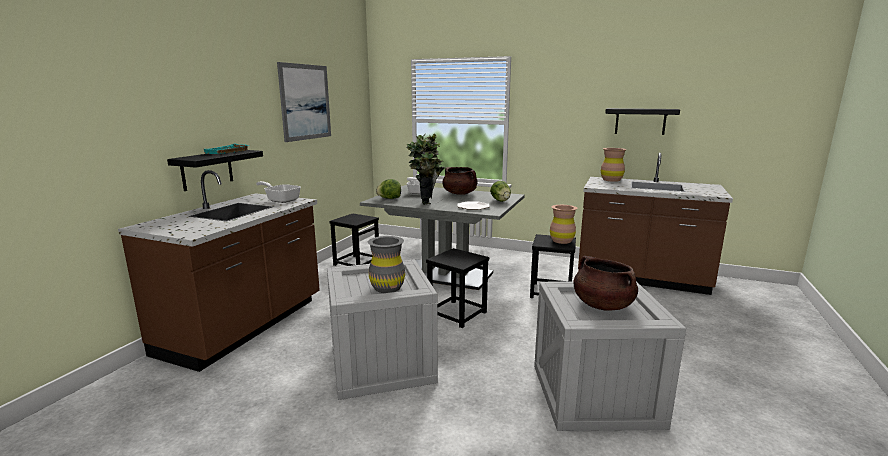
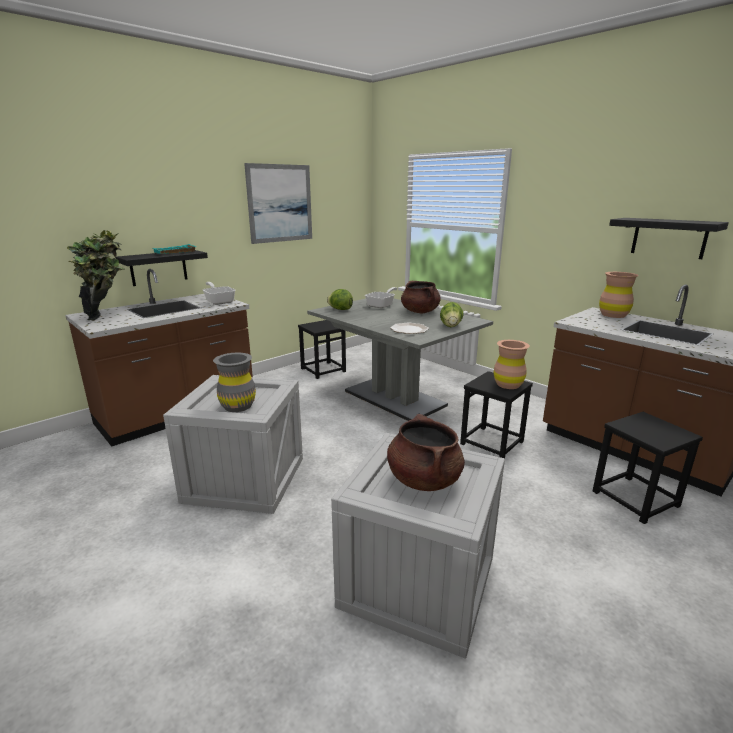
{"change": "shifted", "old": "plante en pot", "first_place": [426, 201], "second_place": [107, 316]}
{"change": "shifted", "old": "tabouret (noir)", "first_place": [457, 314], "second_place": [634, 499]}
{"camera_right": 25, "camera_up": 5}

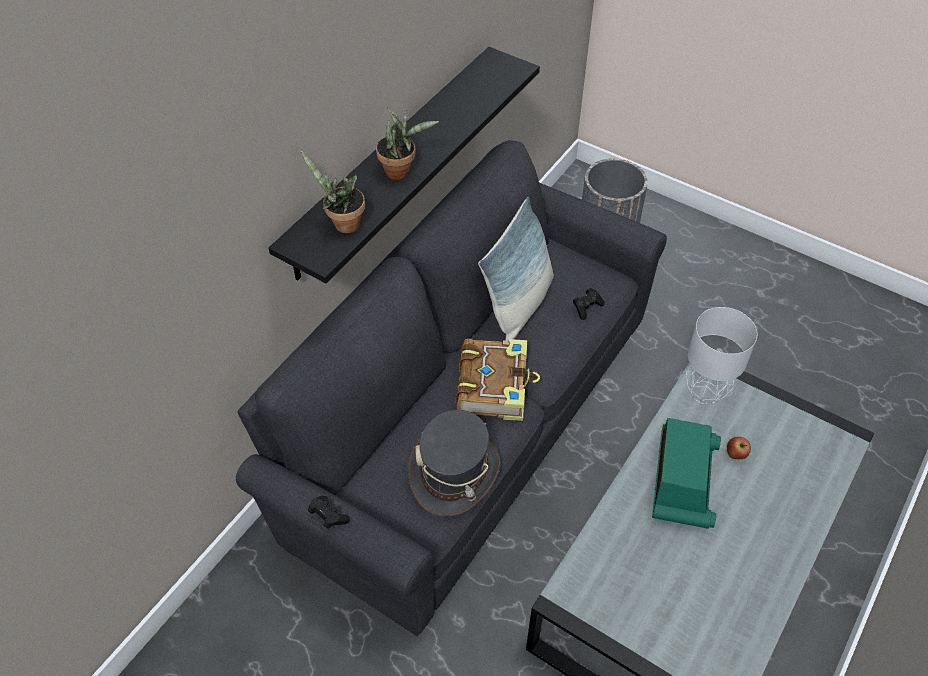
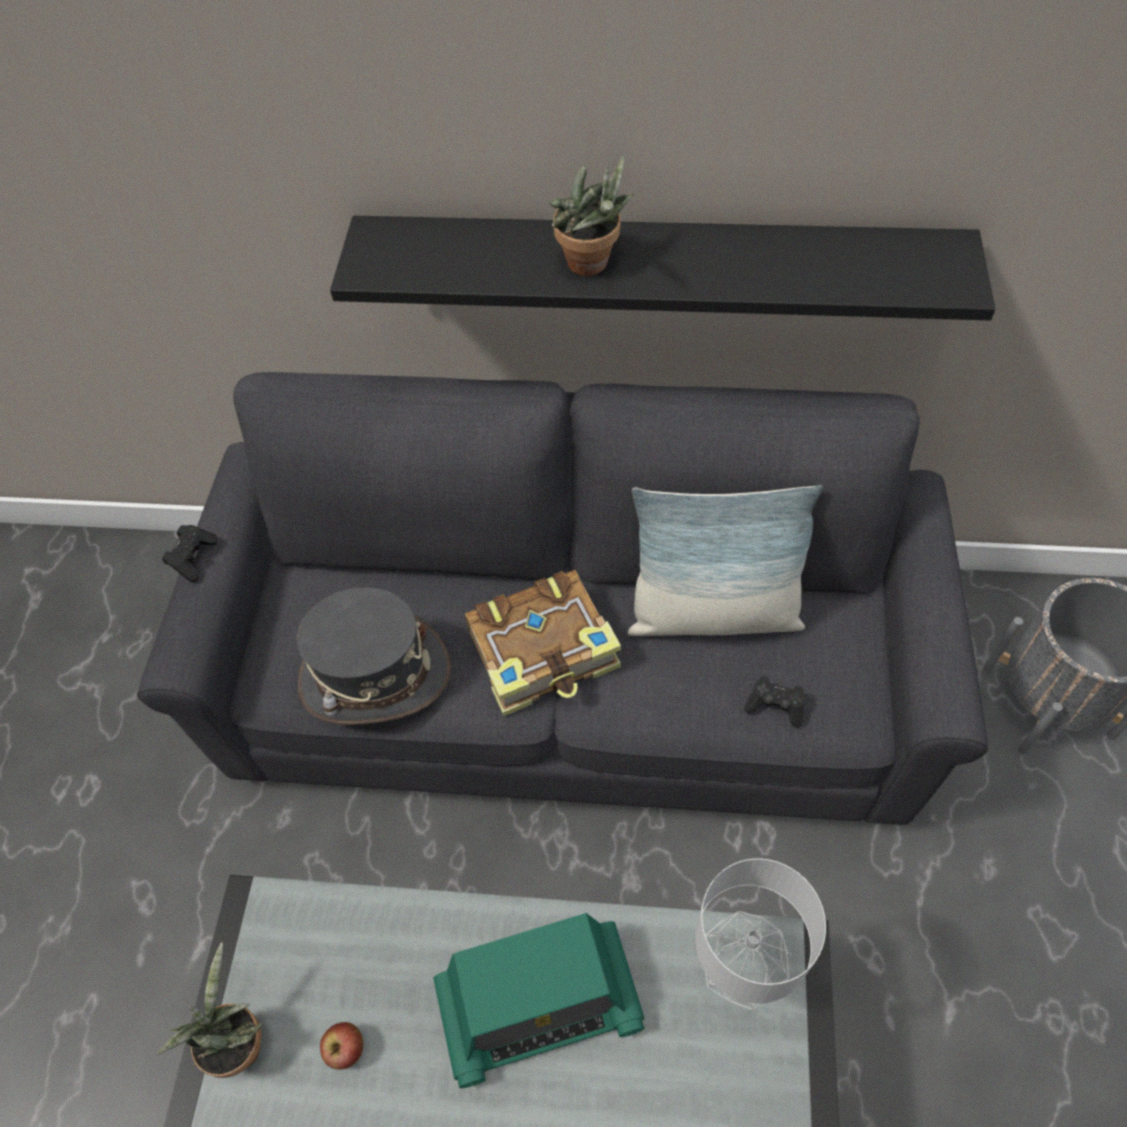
{"change": "shifted", "old": "plante en pot", "first_place": [343, 224], "second_place": [239, 1041]}
{"change": "shifted", "old": "pomme", "first_place": [735, 455], "second_place": [347, 1049]}
{"camera_right": 65, "camera_up": 5}

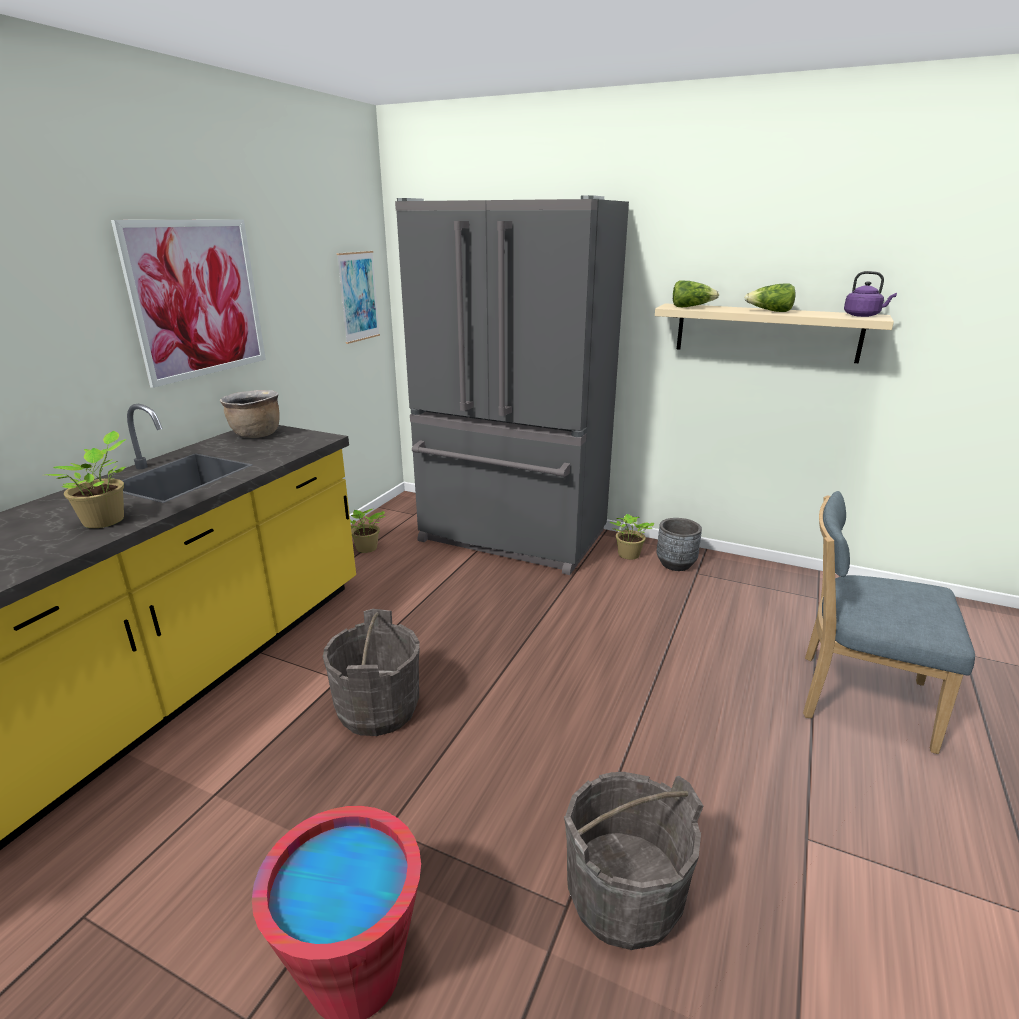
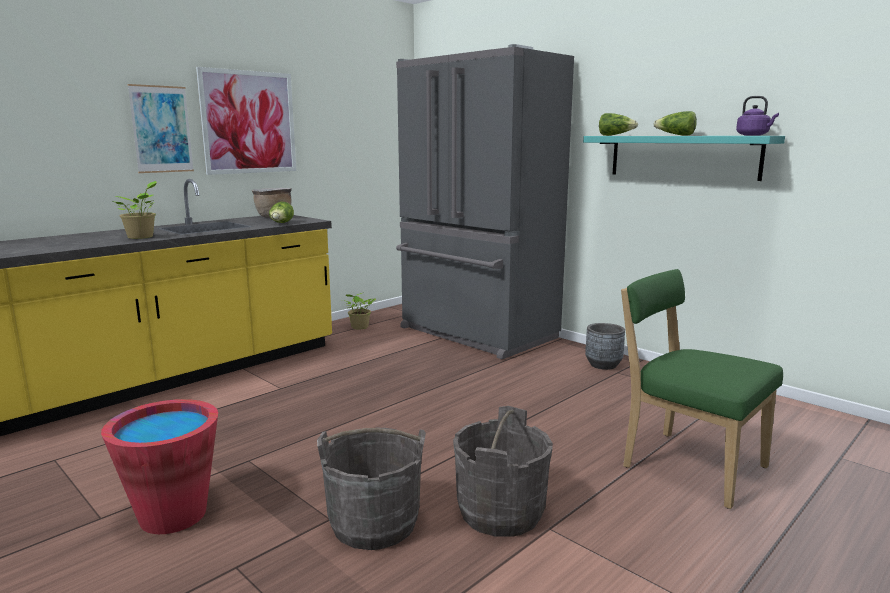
{"change": "shifted", "old": "tableau", "first_place": [358, 296], "second_place": [161, 129]}
{"change": "repainted", "old": "étagère (beige)", "new": "étagère (turquoise)", "first_place": [766, 332], "second_place": [683, 156]}
{"change": "repainted", "old": "chaise (bleu)", "new": "chaise (vert)", "first_place": [856, 698], "second_place": [687, 464]}
{"change": "gone", "old": "plante en pot", "first_place": [628, 555]}
{"change": "shifted", "old": "seau (gris)", "first_place": [377, 709], "second_place": [500, 512]}
{"change": "new", "new": "laitue", "second_place": [281, 223]}
{"camera_right": 20, "camera_up": -10}

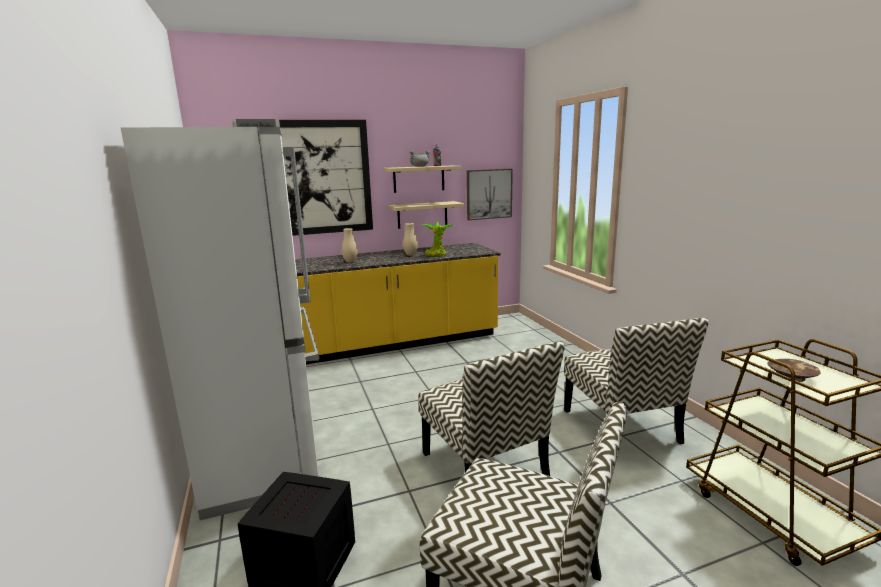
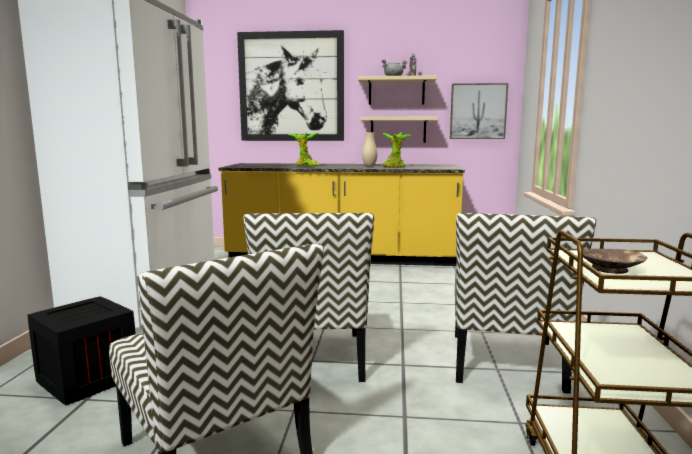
{"change": "swapped", "old": "vase (beige)", "new": "plante en pot", "first_place": [350, 262], "second_place": [305, 166]}
{"camera_right": 25, "camera_up": -5}

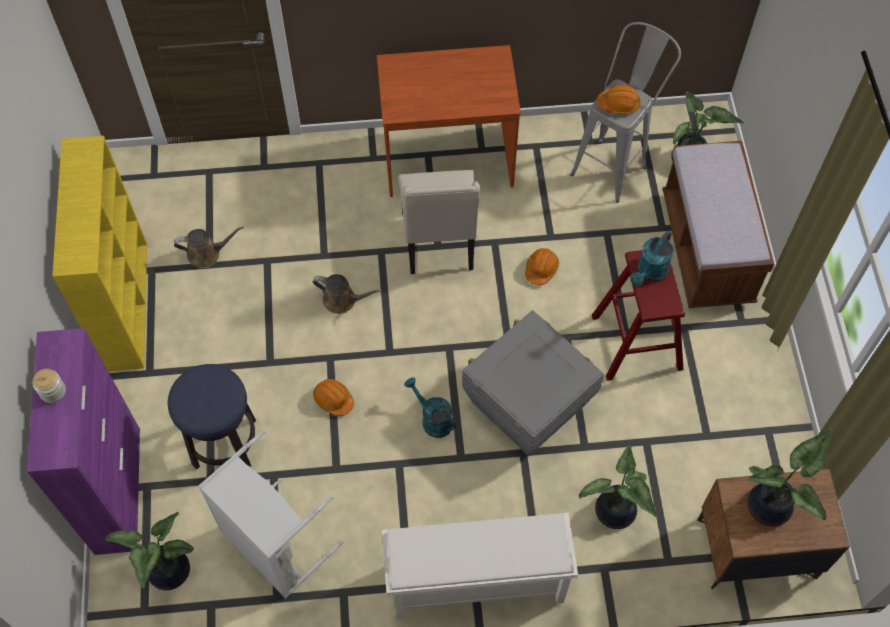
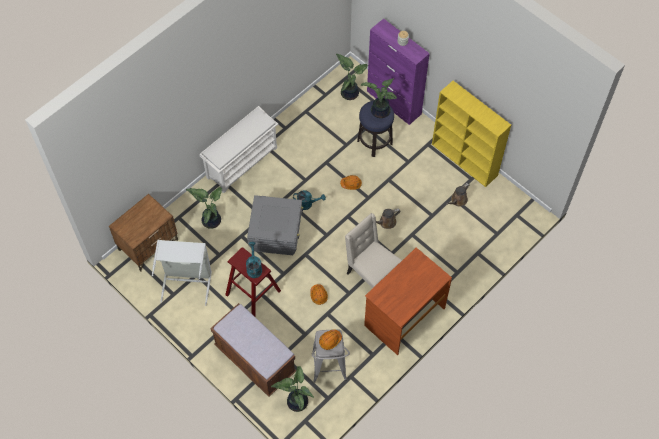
{"change": "shifted", "old": "plante en pot", "first_place": [772, 506], "second_place": [379, 112]}
{"change": "shifted", "old": "panier à linge (gris)", "first_place": [272, 546], "second_place": [187, 281]}
{"camera_right": 140, "camera_up": 0}

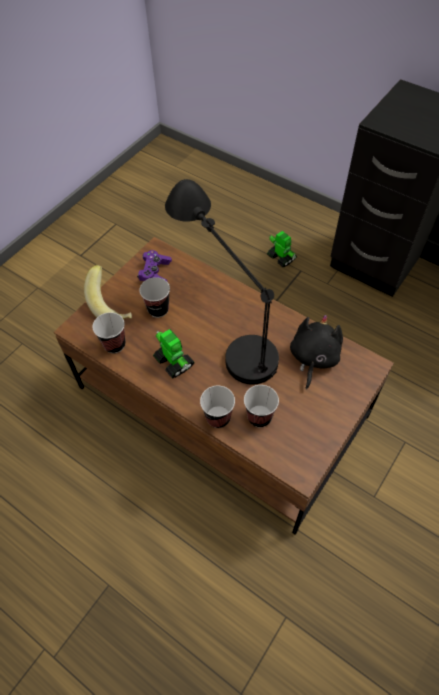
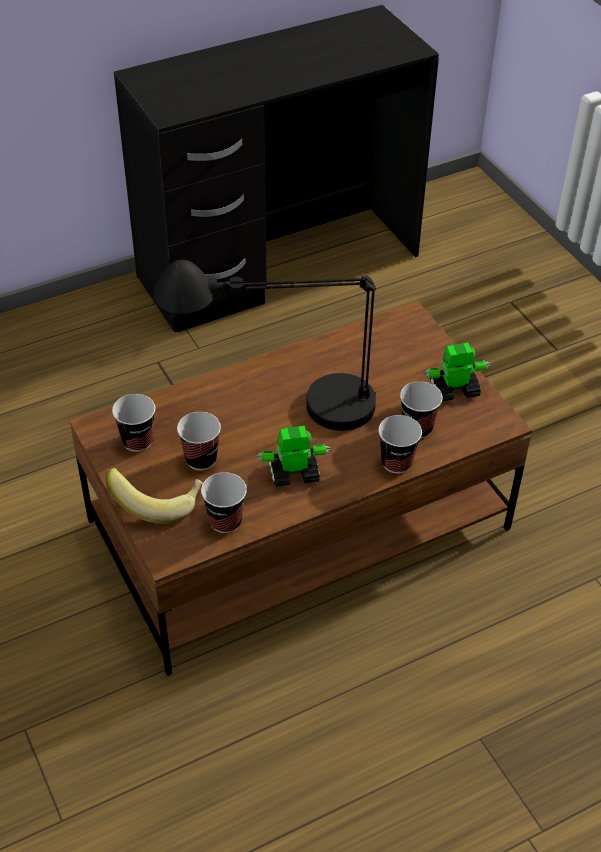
{"change": "shifted", "old": "robot jouet", "first_place": [281, 257], "second_place": [453, 389]}
{"change": "swapped", "old": "manette (violet)", "new": "tasse", "first_place": [155, 273], "second_place": [137, 441]}
{"change": "gone", "old": "peluche (noir)", "first_place": [313, 358]}
{"camera_right": -65, "camera_up": -10}

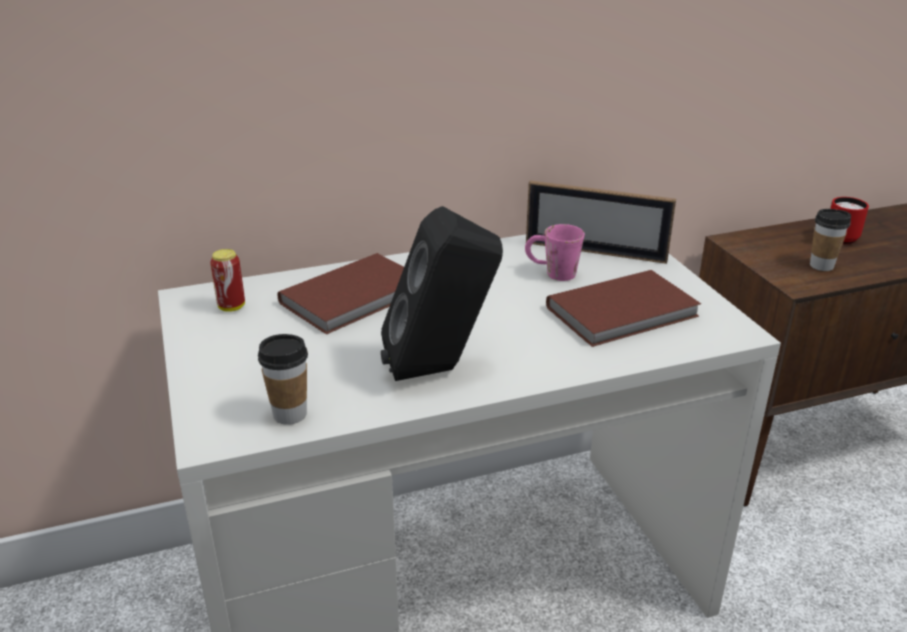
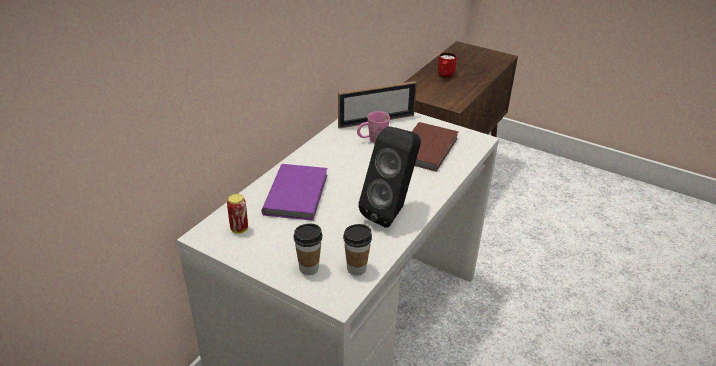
{"change": "shifted", "old": "tasse", "first_place": [821, 266], "second_place": [309, 268]}
{"change": "repainted", "old": "livre (marron)", "new": "livre (violet)", "first_place": [356, 297], "second_place": [298, 193]}
{"camera_right": -40, "camera_up": 5}

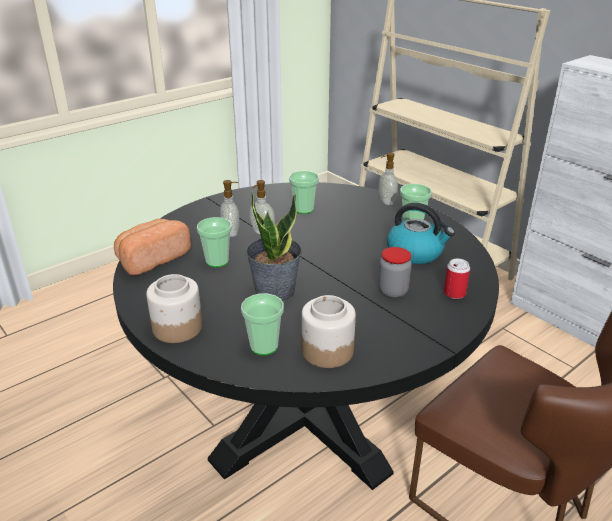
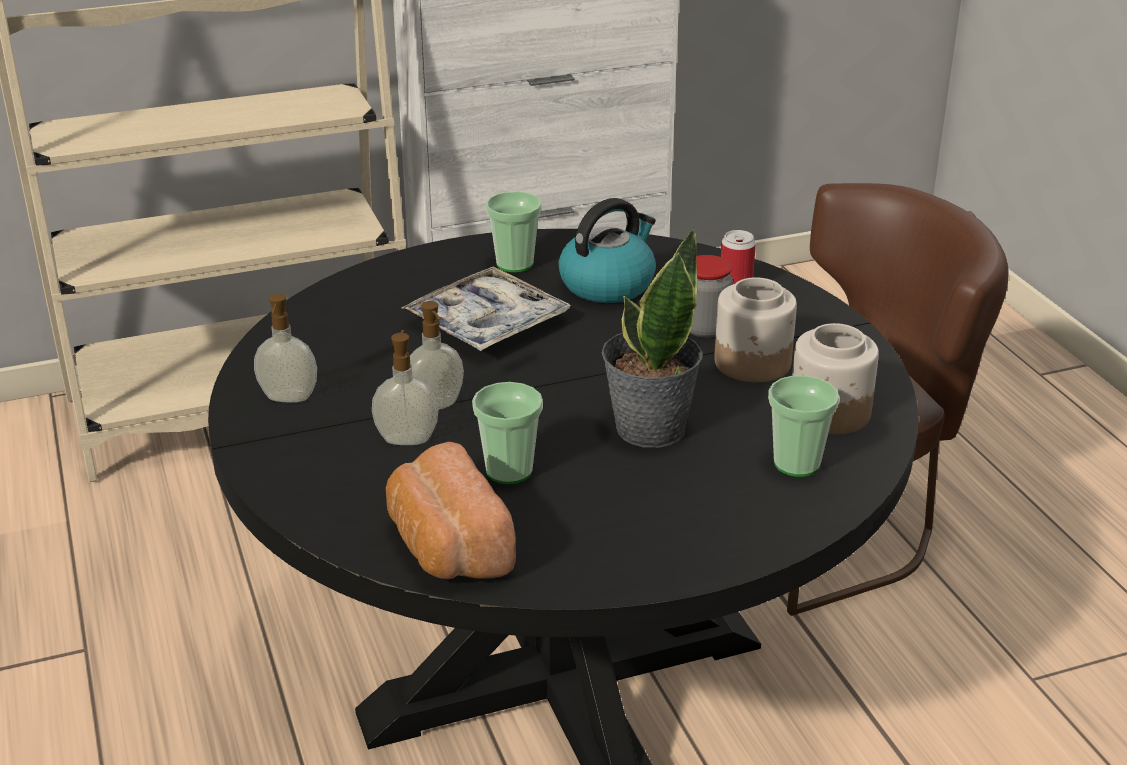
{"change": "shifted", "old": "distributeur de savon", "first_place": [386, 202], "second_place": [288, 398]}
{"change": "gone", "old": "tasse", "first_place": [304, 209]}
{"change": "shifted", "old": "bocal", "first_place": [177, 328], "second_place": [753, 363]}
{"change": "new", "new": "plateau", "second_place": [487, 323]}
{"camera_right": -70, "camera_up": 0}

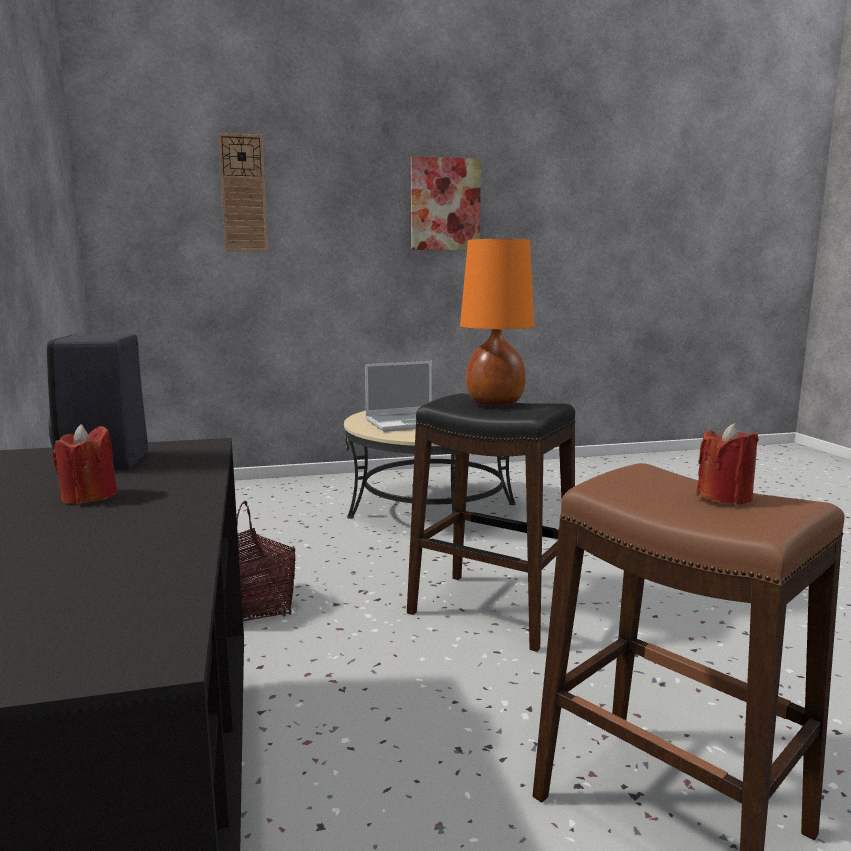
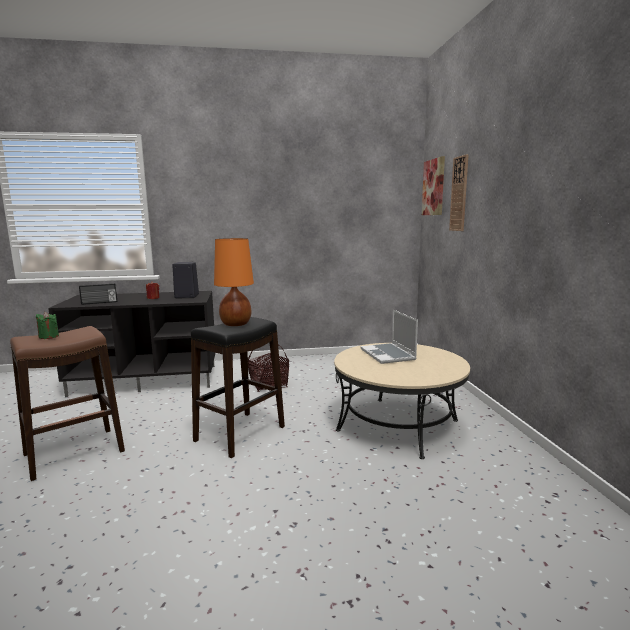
{"change": "shifted", "old": "tableau", "first_place": [445, 204], "second_place": [433, 187]}
{"change": "repainted", "old": "bougie (rouge)", "new": "bougie (vert)", "first_place": [724, 497], "second_place": [49, 336]}
{"change": "new", "new": "radio", "second_place": [99, 302]}
{"camera_right": 95, "camera_up": 0}

